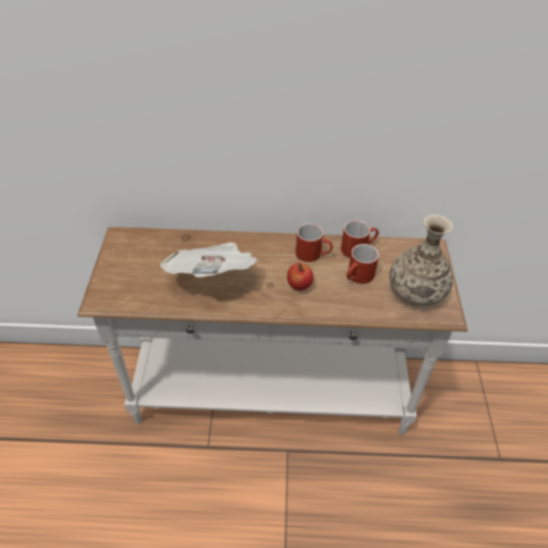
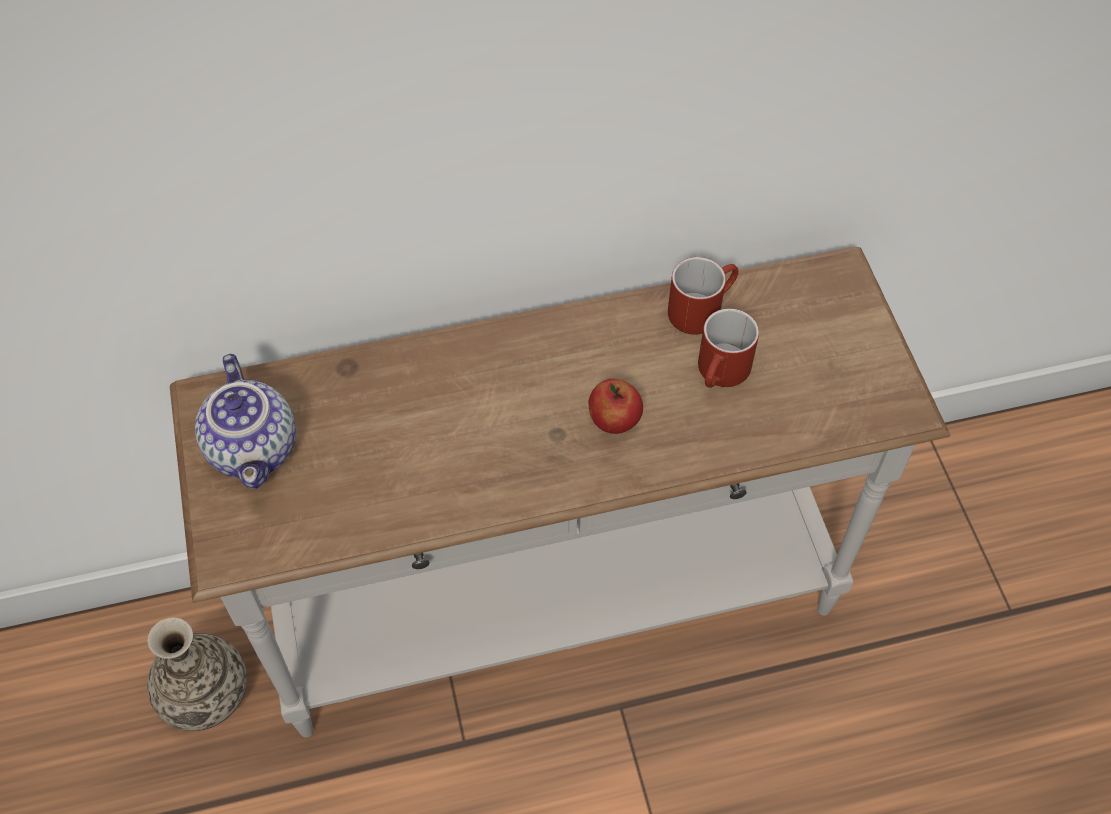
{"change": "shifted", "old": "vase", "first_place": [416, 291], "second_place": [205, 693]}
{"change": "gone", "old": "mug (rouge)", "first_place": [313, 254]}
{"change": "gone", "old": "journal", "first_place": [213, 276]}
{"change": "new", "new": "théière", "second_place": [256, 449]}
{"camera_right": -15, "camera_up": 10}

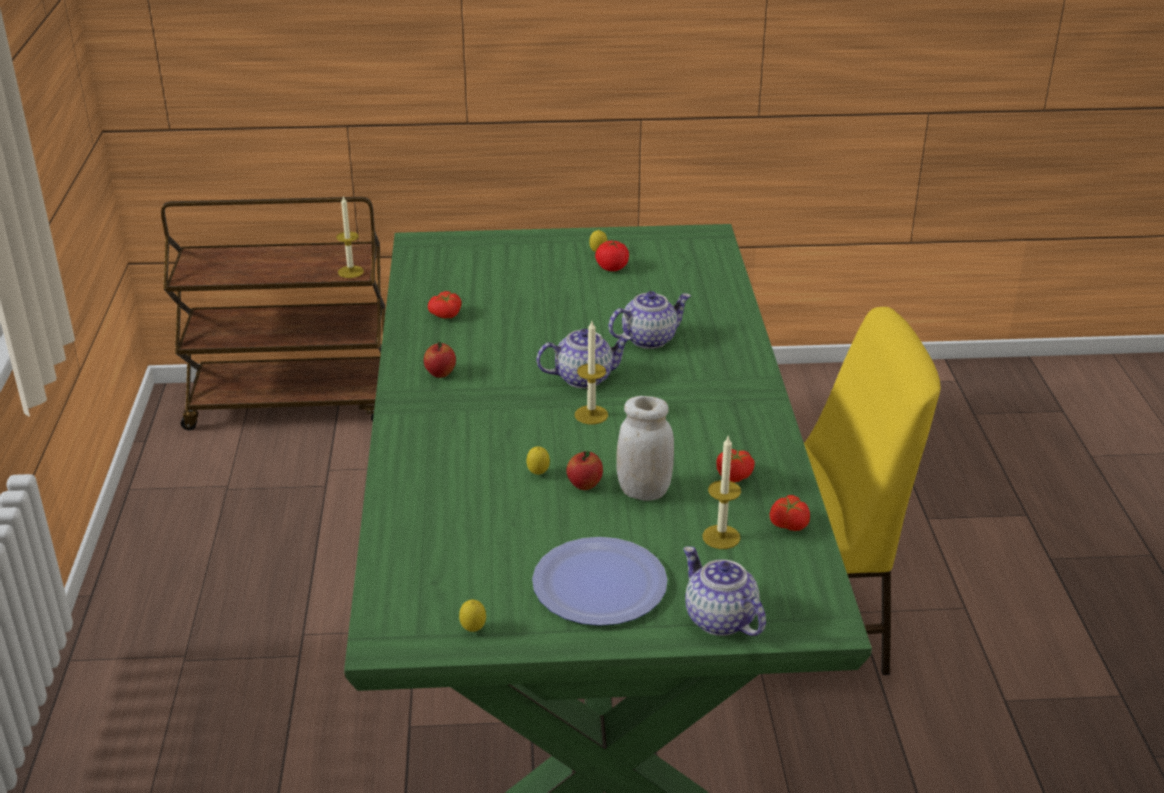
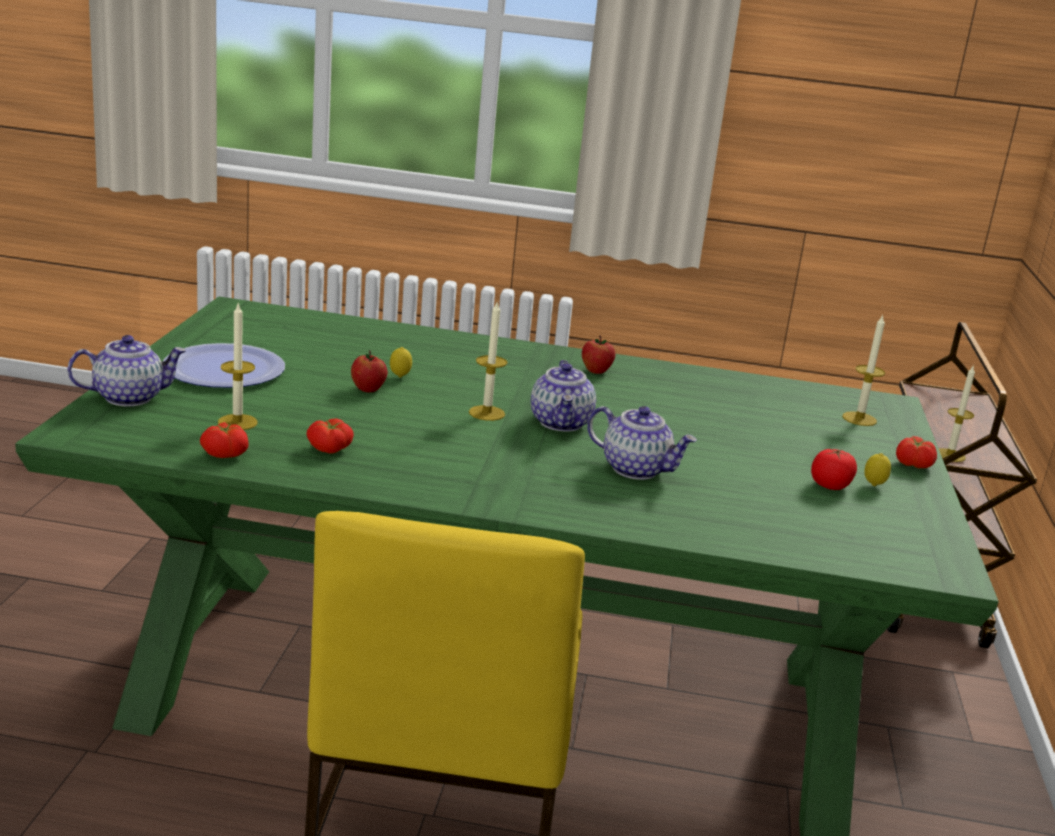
{"change": "shifted", "old": "tomate", "first_place": [446, 315], "second_place": [912, 465]}
{"change": "rotated", "old": "théière", "first_place": [649, 339], "second_place": [636, 469], "degrees": -45}
{"change": "gone", "old": "bocal (blanc)", "first_place": [644, 491]}
{"change": "gone", "old": "citron", "first_place": [473, 630]}
{"change": "new", "new": "bougie", "second_place": [859, 419]}
{"camera_right": 100, "camera_up": -10}

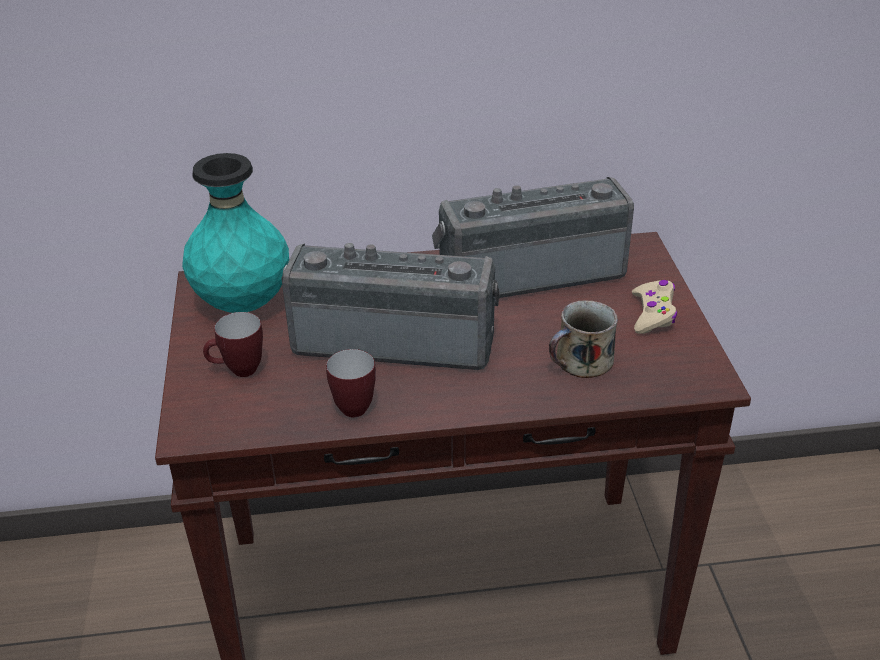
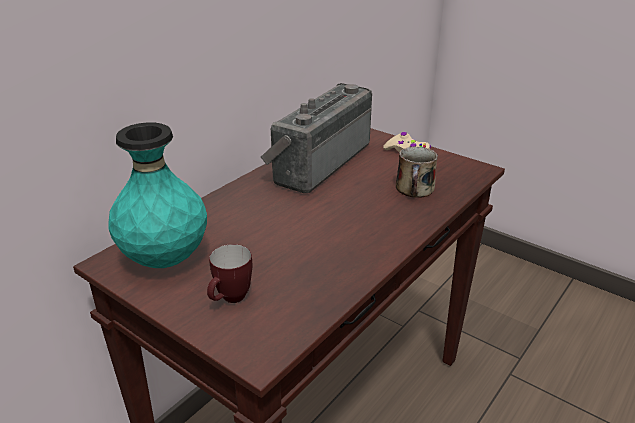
{"change": "gone", "old": "radio", "first_place": [395, 339]}
{"change": "gone", "old": "mug", "first_place": [354, 405]}
{"camera_right": -45, "camera_up": -5}

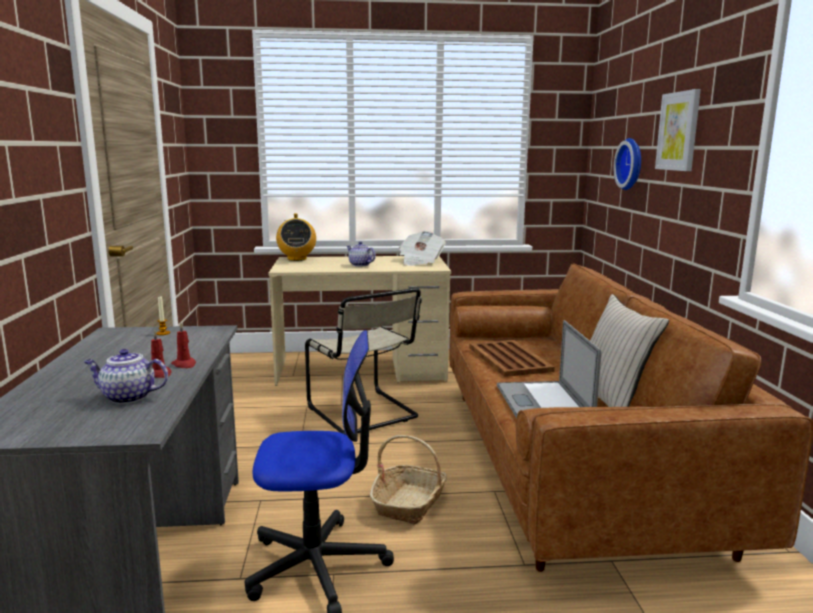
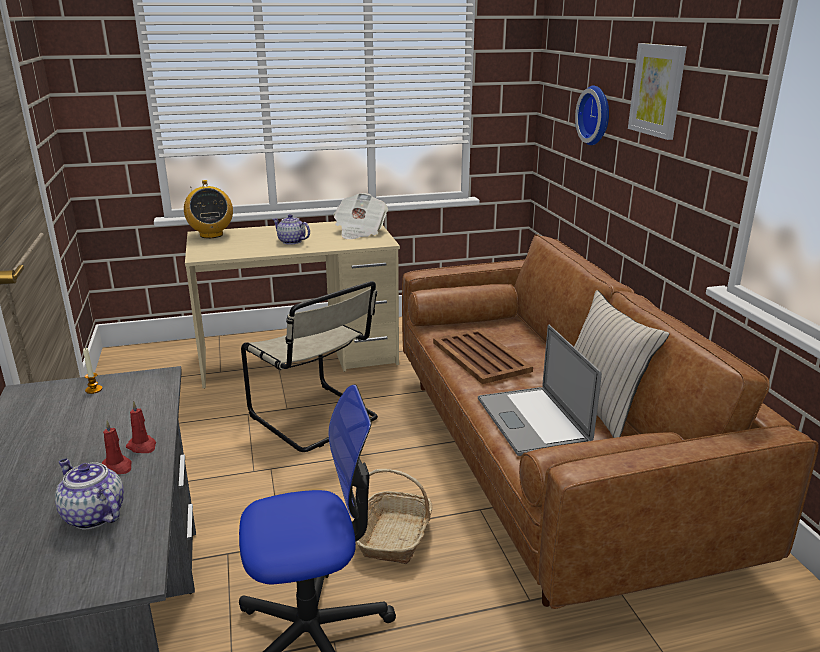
{"change": "rotated", "old": "théière", "first_place": [127, 397], "second_place": [93, 515], "degrees": 45}
{"camera_right": -10, "camera_up": 10}

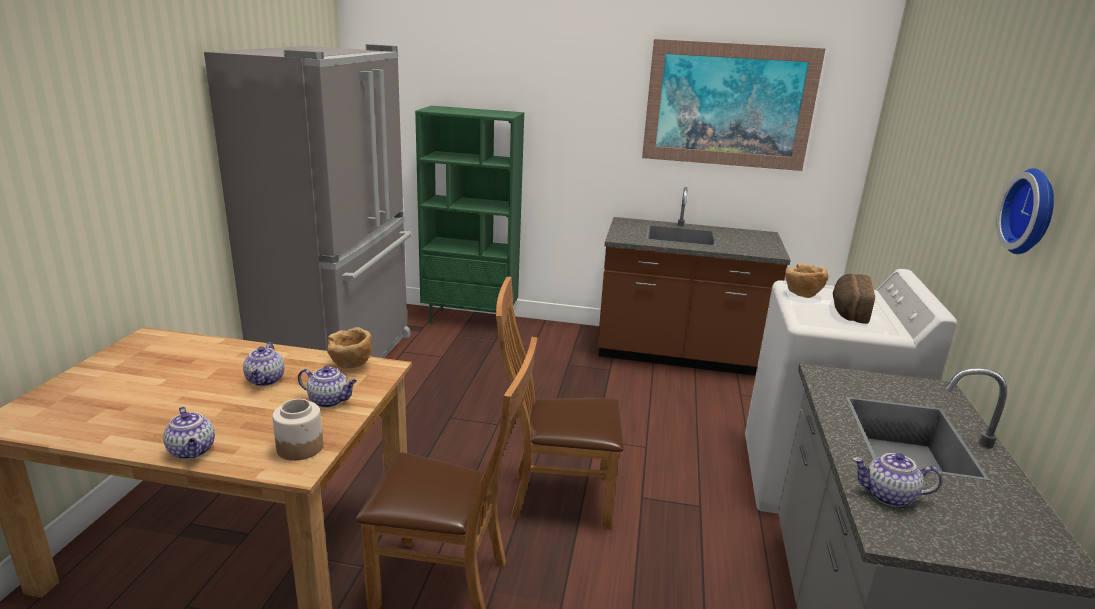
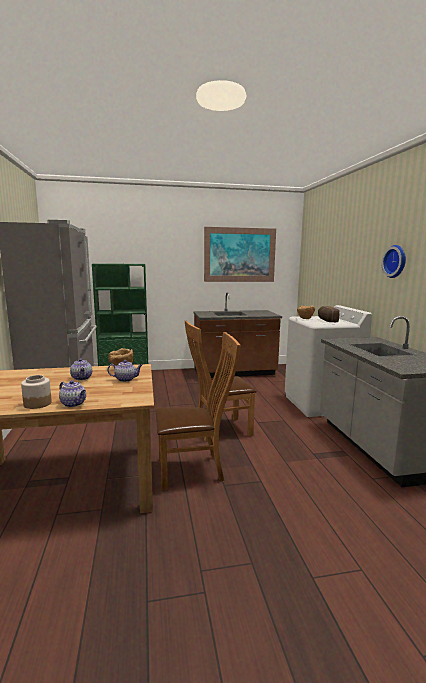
{"change": "shifted", "old": "bocal", "first_place": [300, 447], "second_place": [38, 403]}
{"change": "gone", "old": "théière", "first_place": [888, 496]}
{"camera_right": -20, "camera_up": -10}

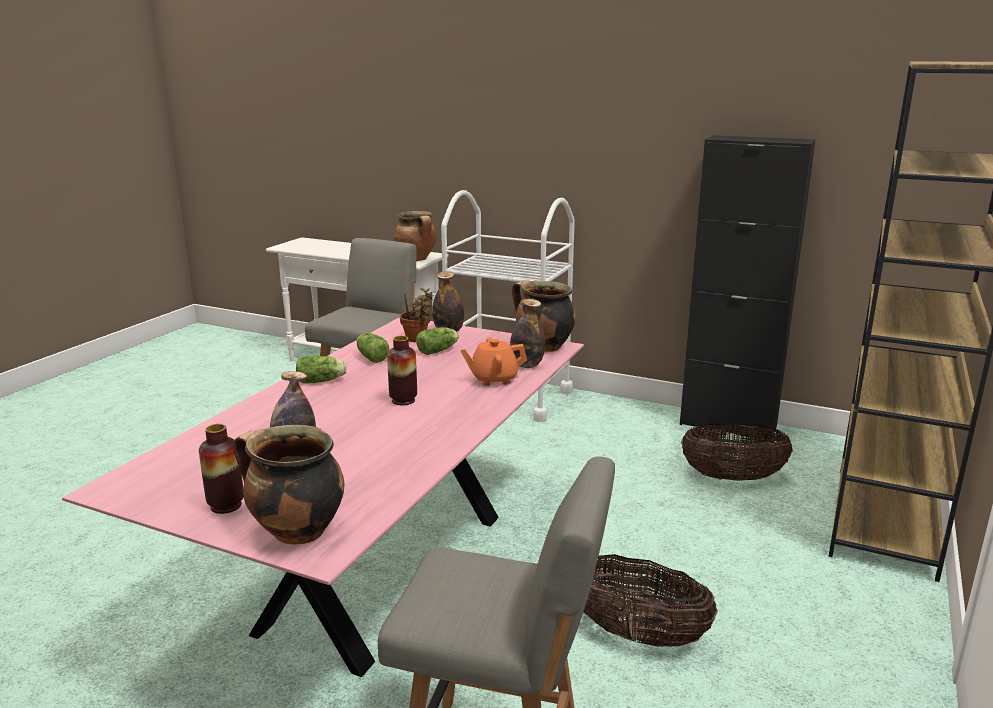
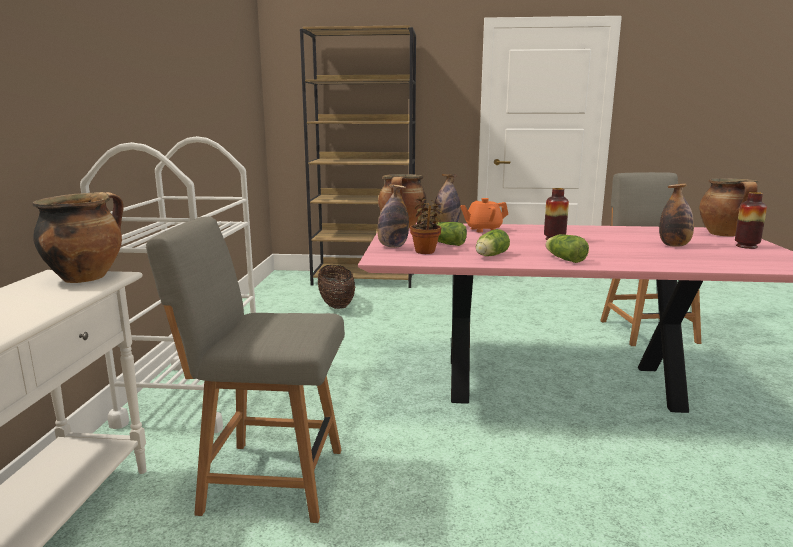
{"change": "gone", "old": "meuble de rangement (noir)", "first_place": [728, 425]}
{"change": "rotated", "old": "théière (orange)", "first_place": [493, 379], "second_place": [483, 229], "degrees": 105}
{"change": "gone", "old": "panier", "first_place": [637, 634]}
{"camera_right": -110, "camera_up": -5}

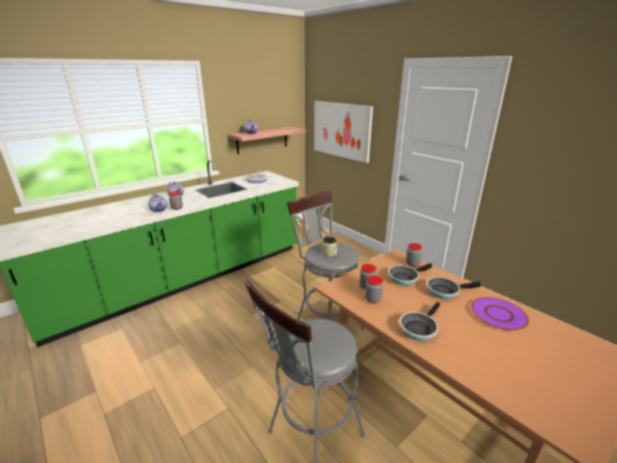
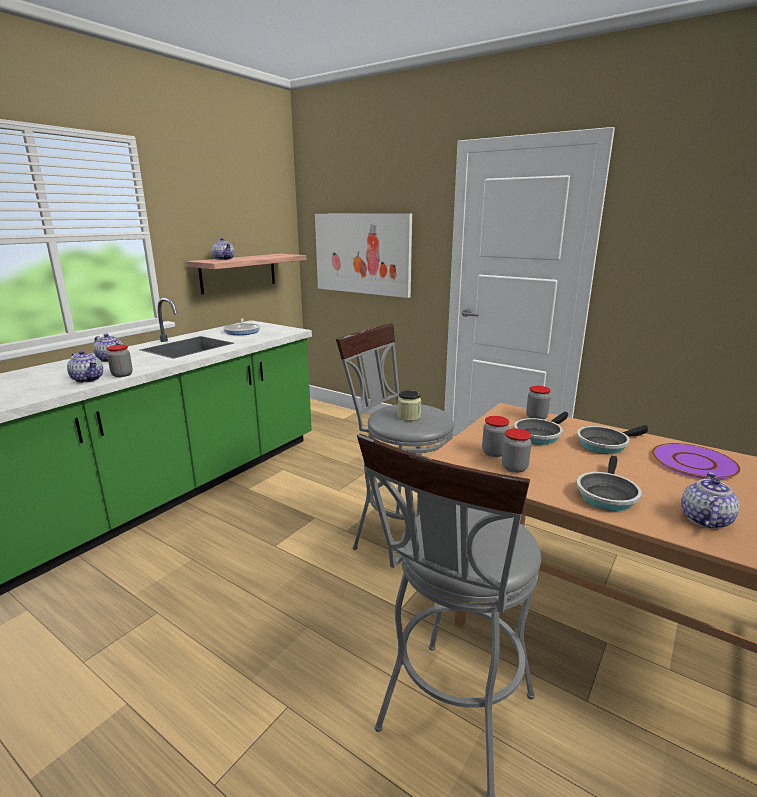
{"change": "new", "new": "théière", "second_place": [704, 520]}
{"camera_right": -15, "camera_up": -5}

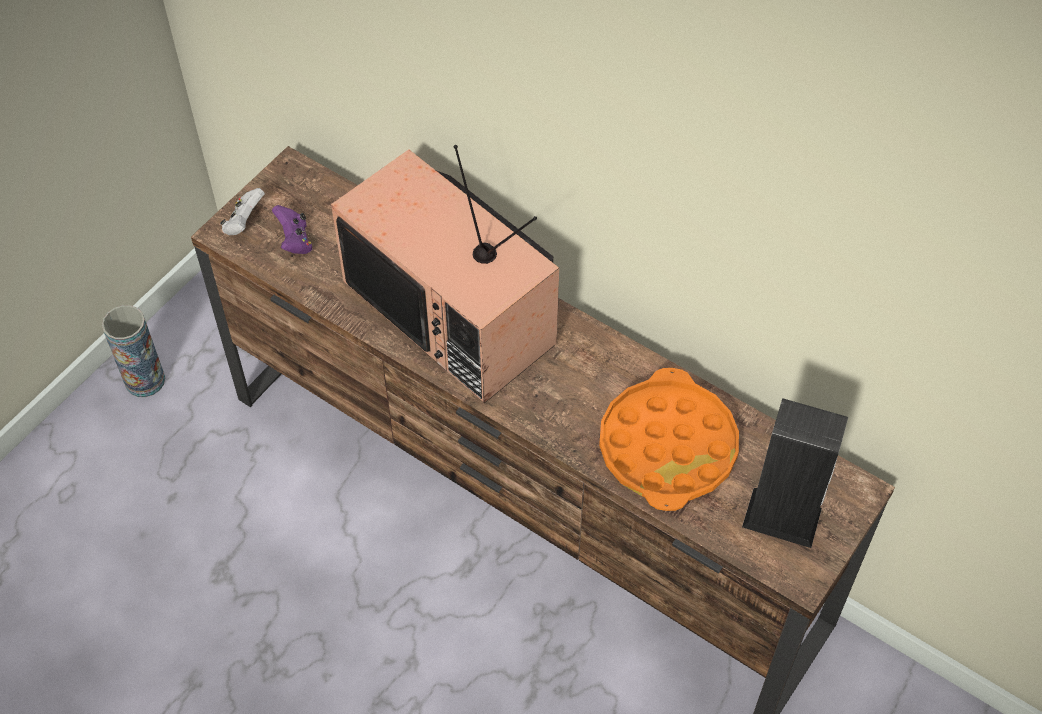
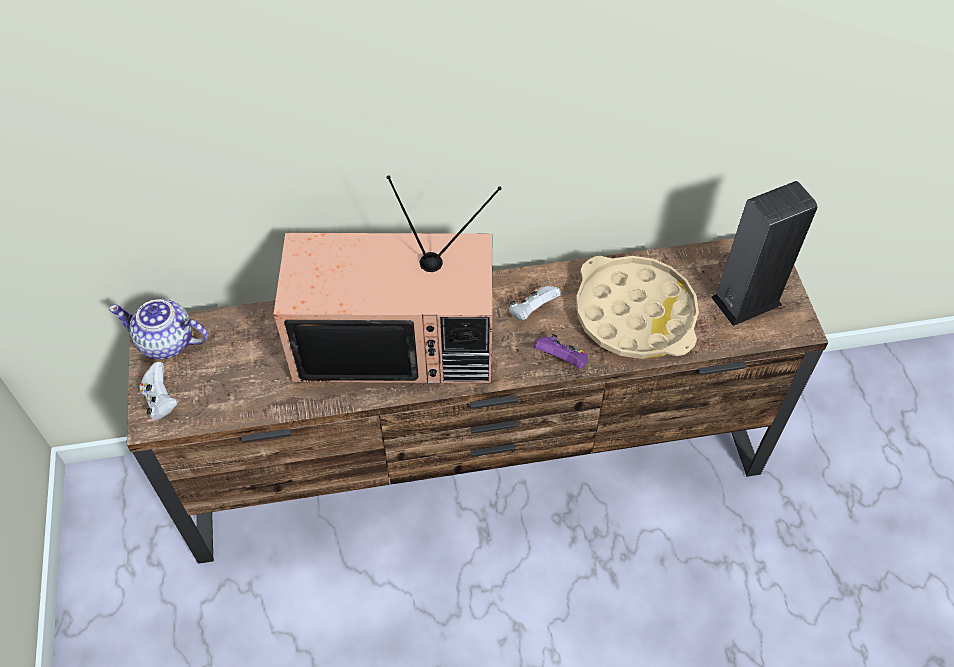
{"change": "shifted", "old": "manette (violet)", "first_place": [295, 241], "second_place": [561, 360]}
{"change": "gone", "old": "vase", "first_place": [145, 380]}
{"change": "repainted", "old": "plateau (orange)", "new": "plateau (beige)", "first_place": [667, 447], "second_place": [635, 314]}
{"change": "new", "new": "manette (blanc)", "second_place": [532, 311]}
{"change": "new", "new": "théière", "second_place": [167, 342]}
{"camera_right": -45, "camera_up": 0}

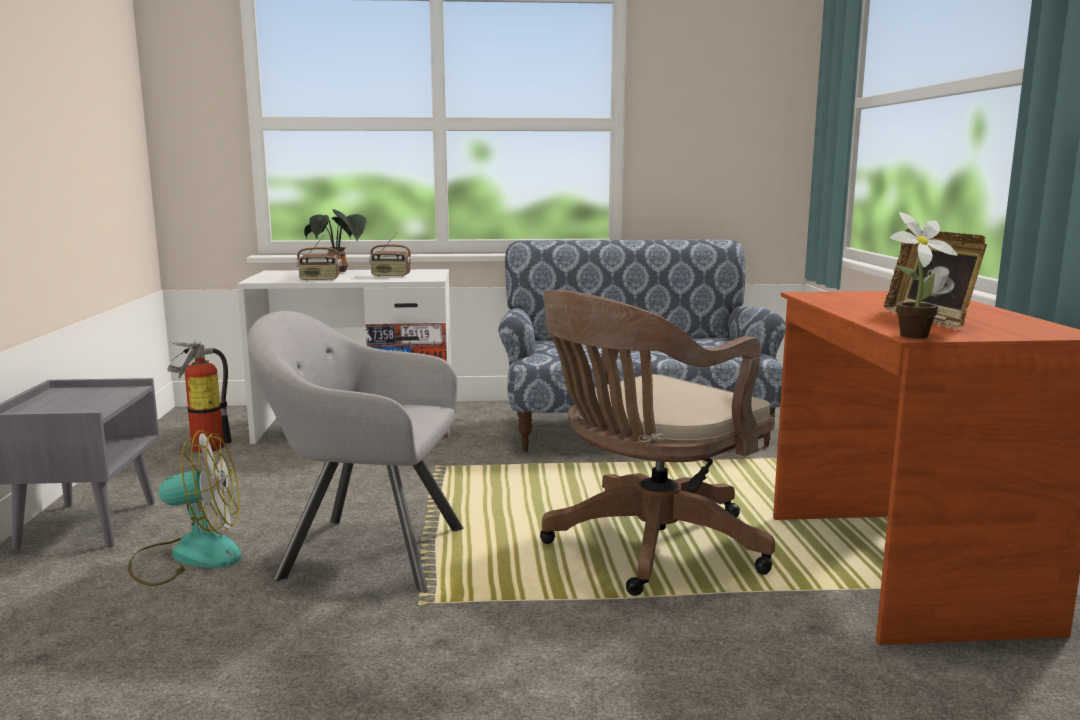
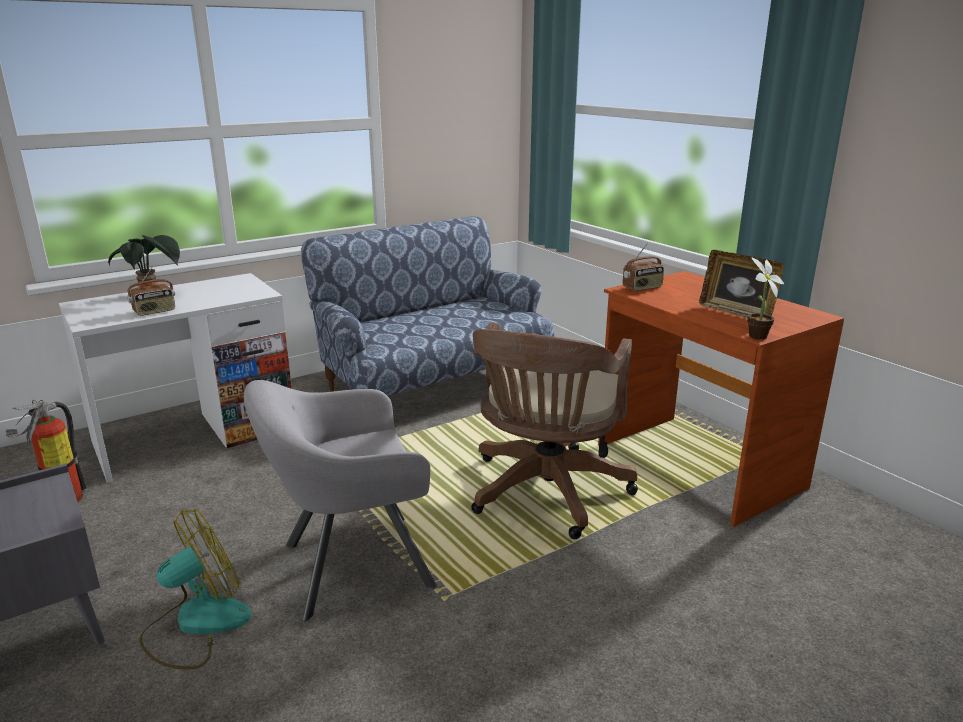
{"change": "shifted", "old": "radio", "first_place": [391, 276], "second_place": [642, 288]}
{"camera_right": -30, "camera_up": 10}

